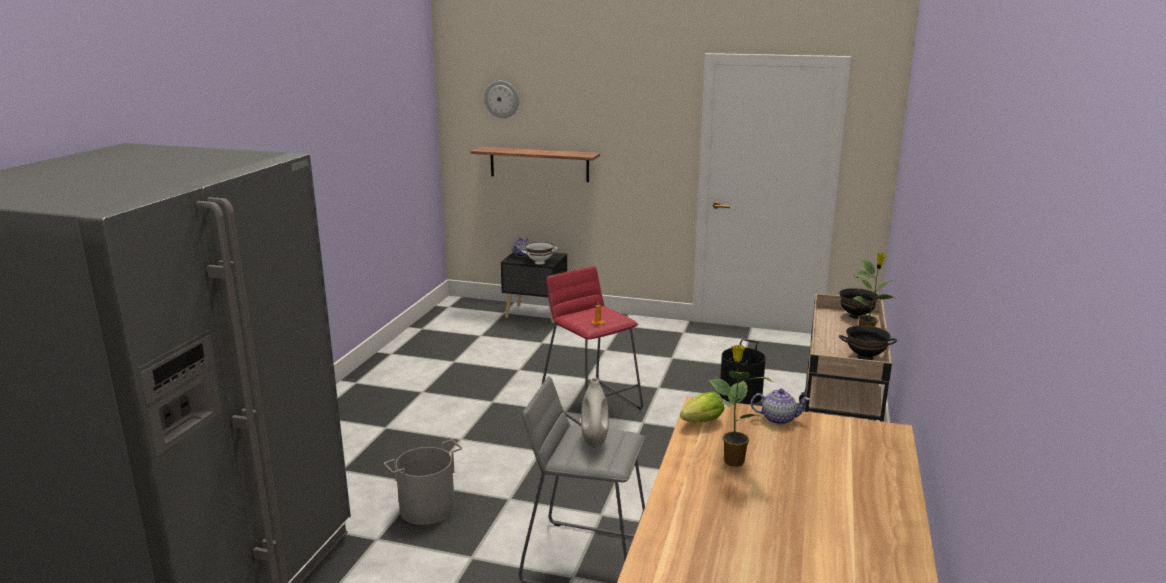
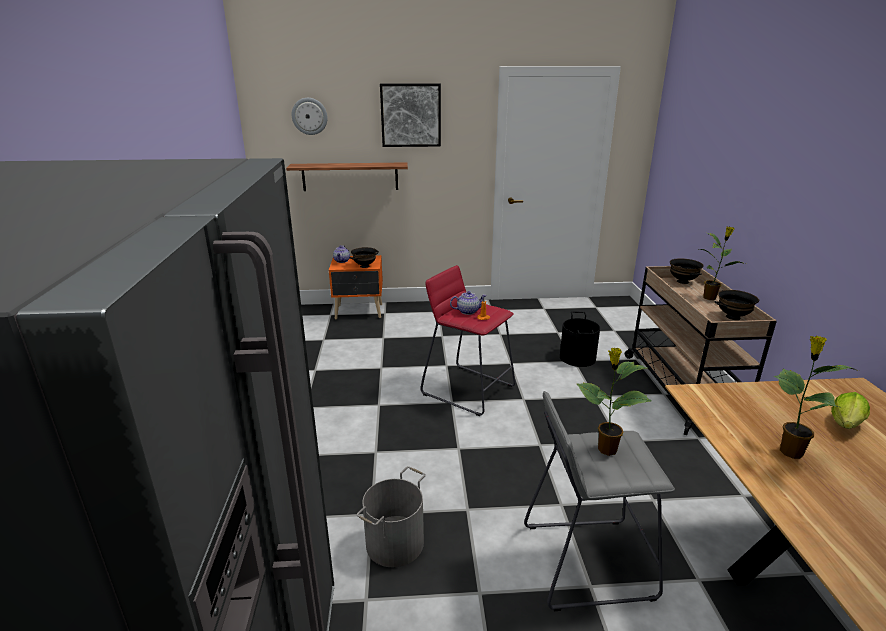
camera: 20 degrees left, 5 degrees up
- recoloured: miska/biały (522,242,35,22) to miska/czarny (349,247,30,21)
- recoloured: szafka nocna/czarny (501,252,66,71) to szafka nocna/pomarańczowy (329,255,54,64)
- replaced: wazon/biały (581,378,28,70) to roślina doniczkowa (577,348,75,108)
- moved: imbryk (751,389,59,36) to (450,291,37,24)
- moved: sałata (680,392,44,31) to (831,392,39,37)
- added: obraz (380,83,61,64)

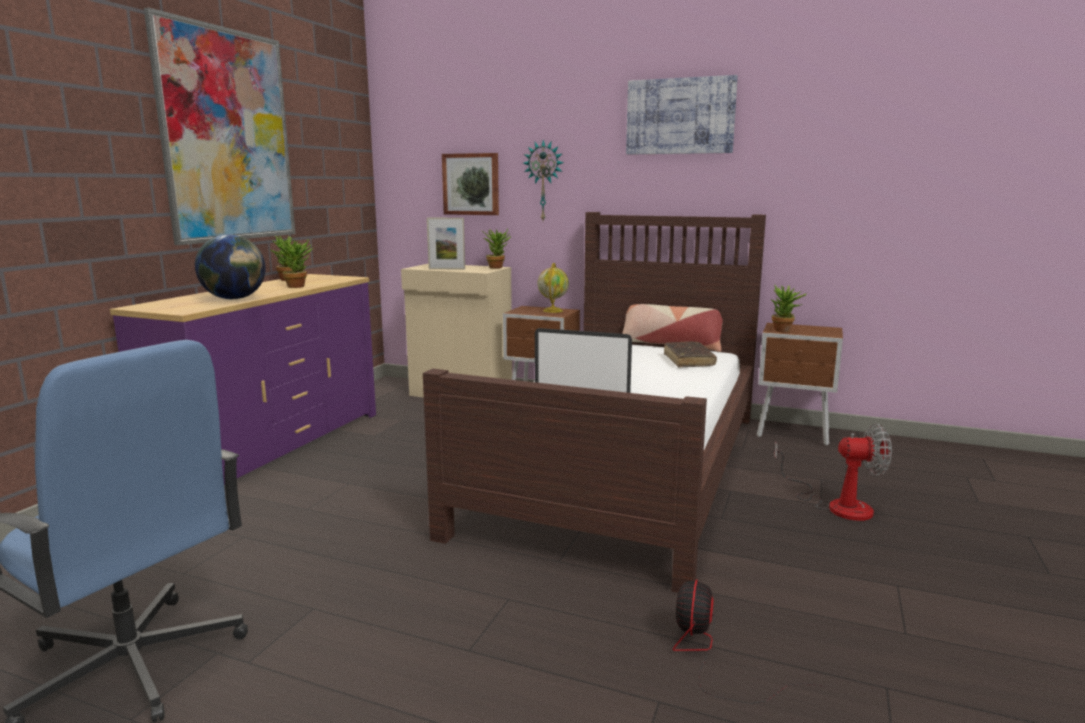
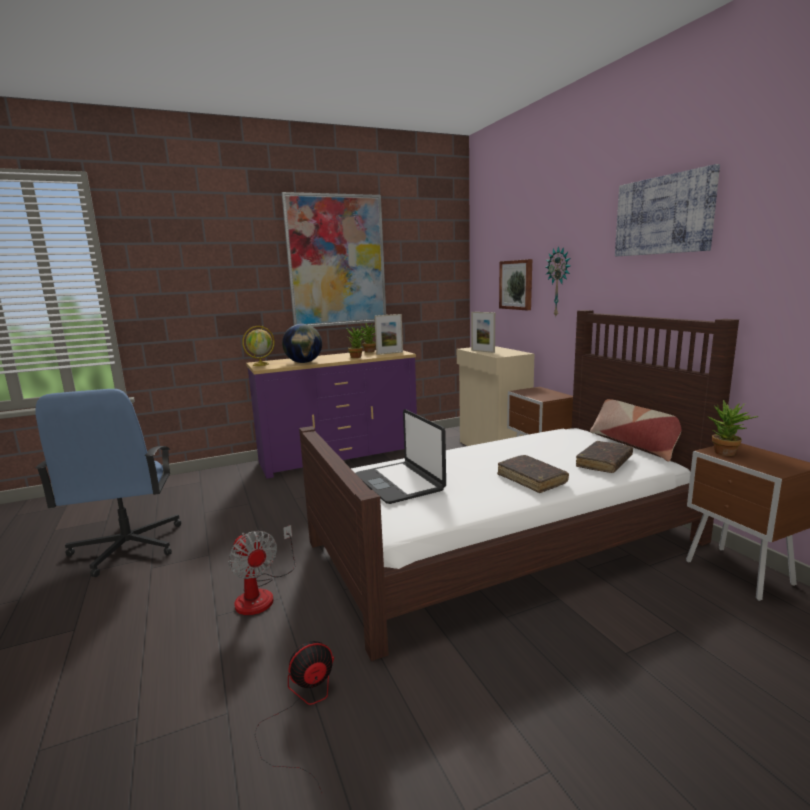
camera: 45 degrees right, 0 degrees up
- removed: roślina doniczkowa (484,229,27,40)
- moved: globus (538,263,31,50) to (242,326,33,40)
- moved: wentylator (774,424,118,97) to (228,525,68,90)
- added: ramka na zdjęcie (374,314,29,41)
- added: książka/brązowy (497,455,72,38)

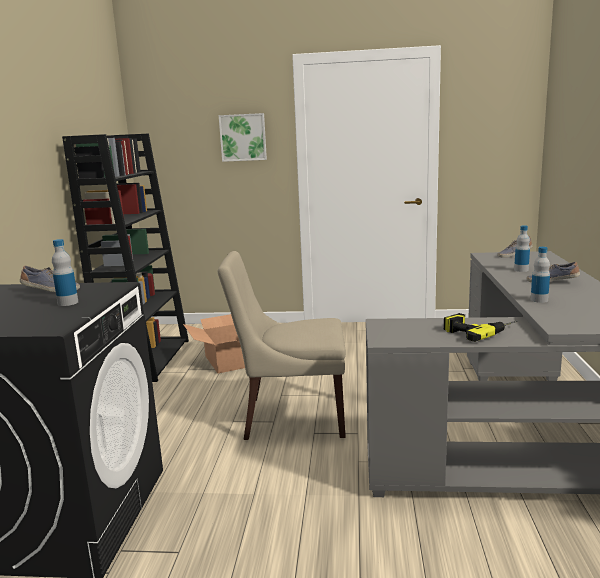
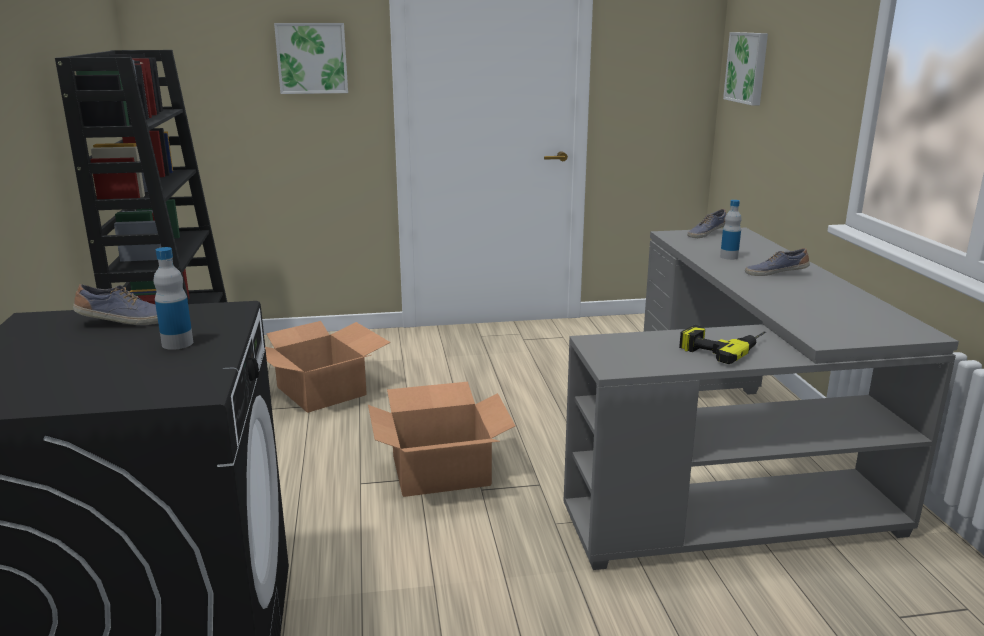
camera: 15 degrees left, 5 degrees up
- removed: butelka (531,247,19,56)
- replaced: krzesło/beżowy (218,251,128,189) to karton (368,382,147,115)
- added: obraz (723,32,45,74)

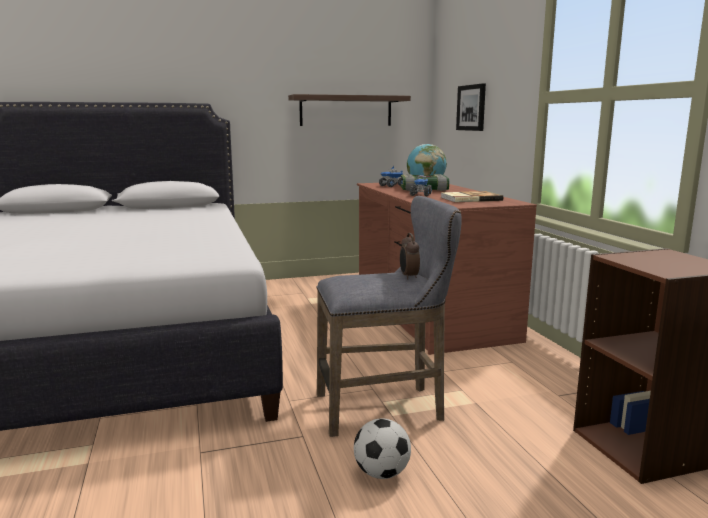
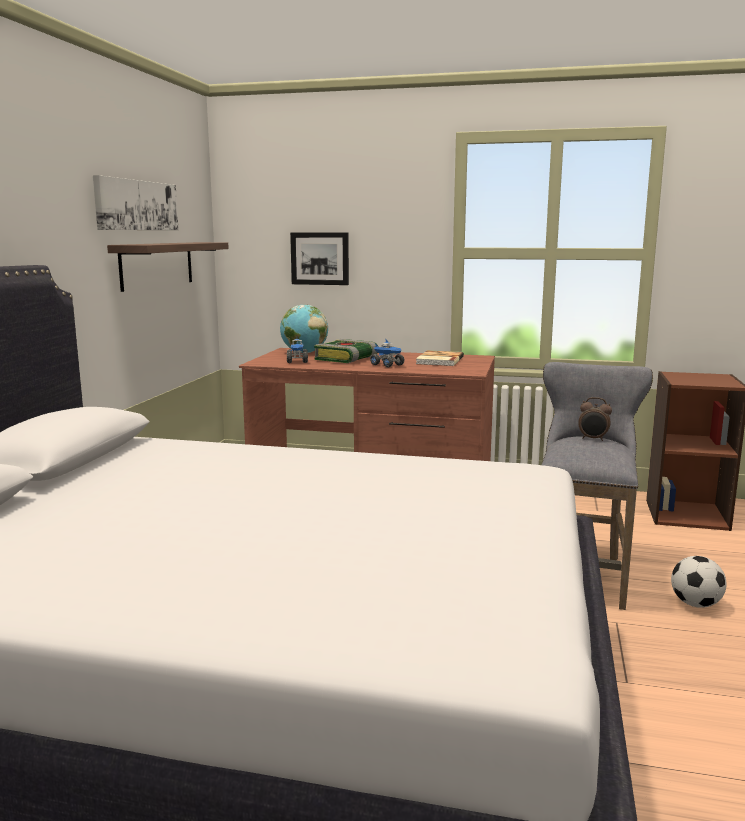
camera: 60 degrees left, 0 degrees up
- added: obraz (93,175,86,55)

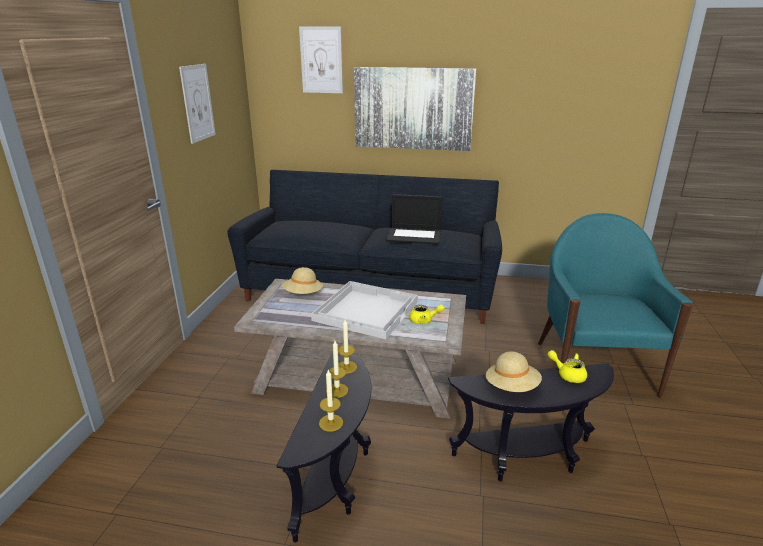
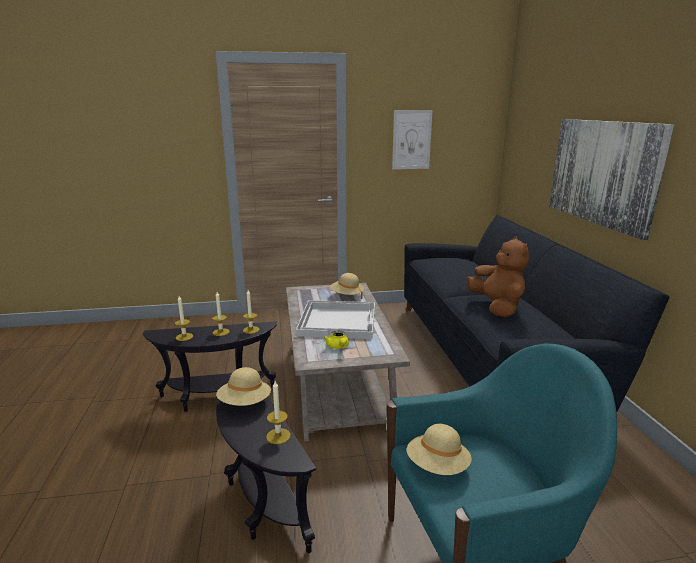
camera: 70 degrees right, 5 degrees down
- removed: obraz (299,26,44,67)
- replaced: laptop (387,194,55,51) to pluszak/brązowy (467,236,62,82)
- replaced: imbryk/żółty (548,350,39,33) to świeca (266,381,24,63)
- added: kapelusz/beżowy (407,424,65,51)

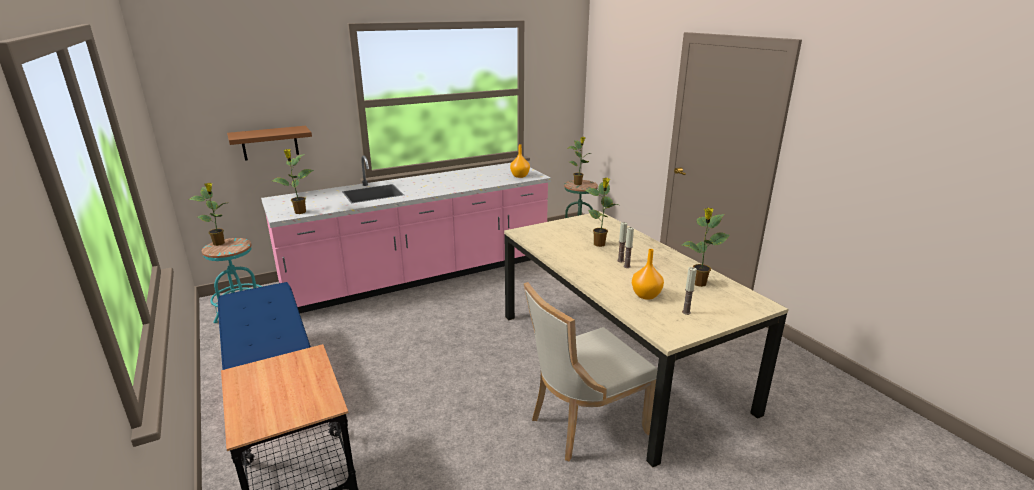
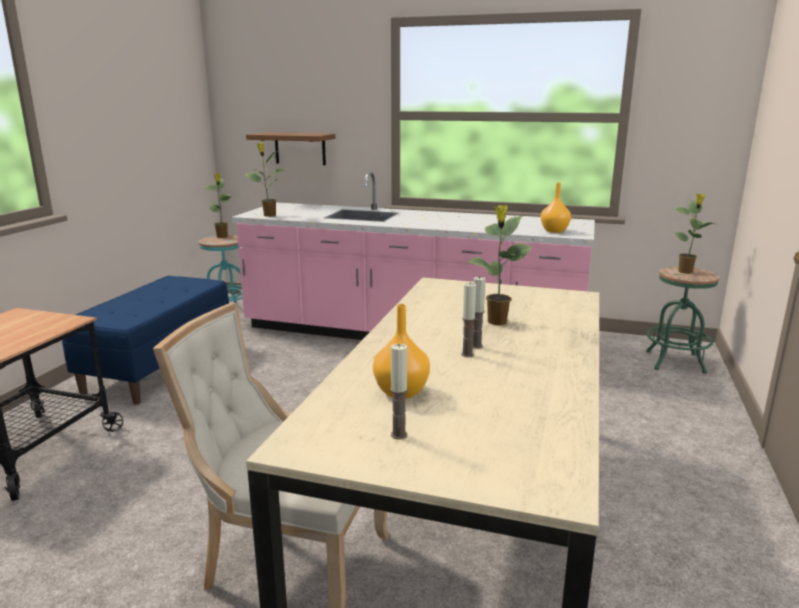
camera: 45 degrees right, 5 degrees down
- removed: roślina doniczkowa (682,208,47,79)

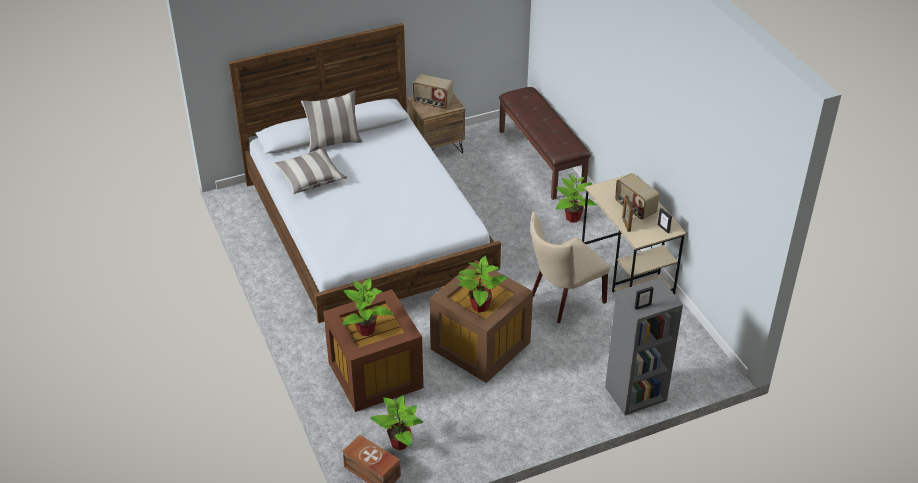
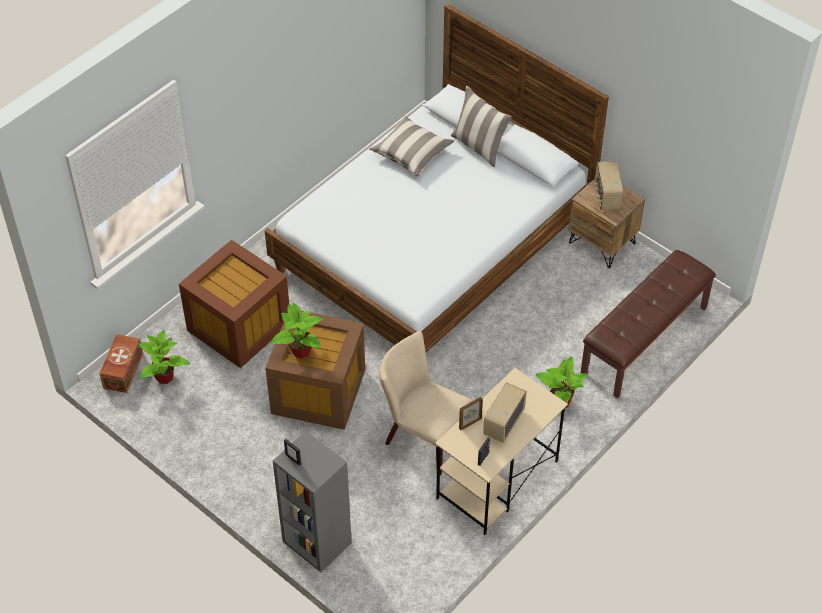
camera: 65 degrees right, 10 degrees up
- removed: roślina doniczkowa (343,278,51,58)

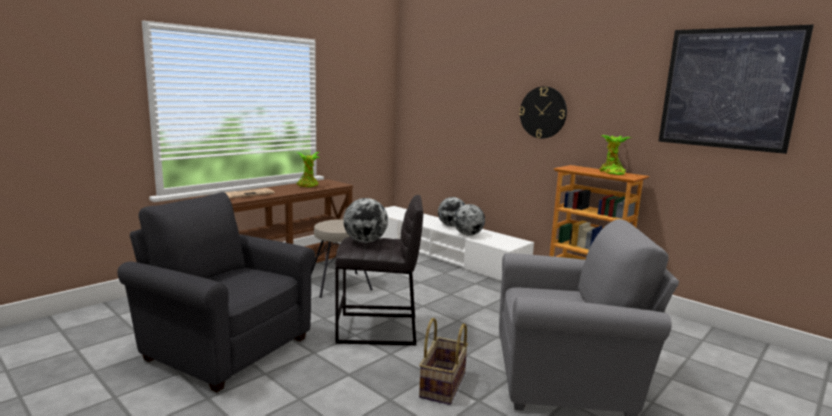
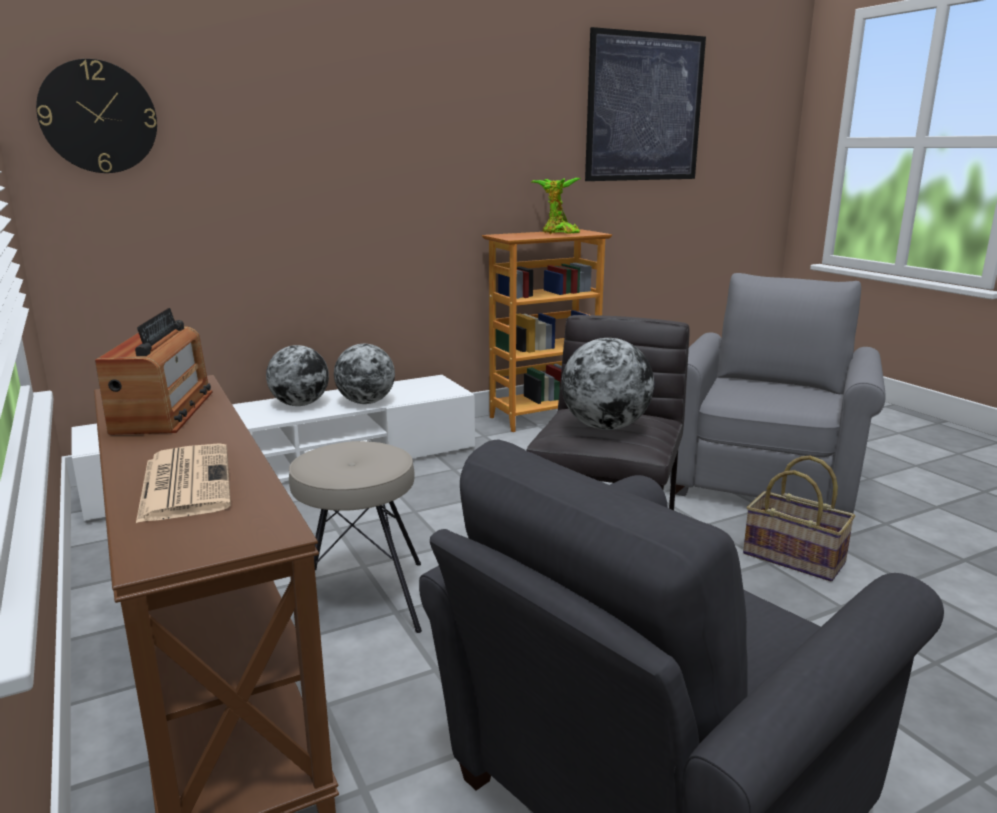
camera: 70 degrees left, 5 degrees up
- moved: zegar ścienny (519,86,48,53) to (36,59,121,114)
- replaced: roślina doniczkowa (296,152,24,35) to radio (95,308,118,127)

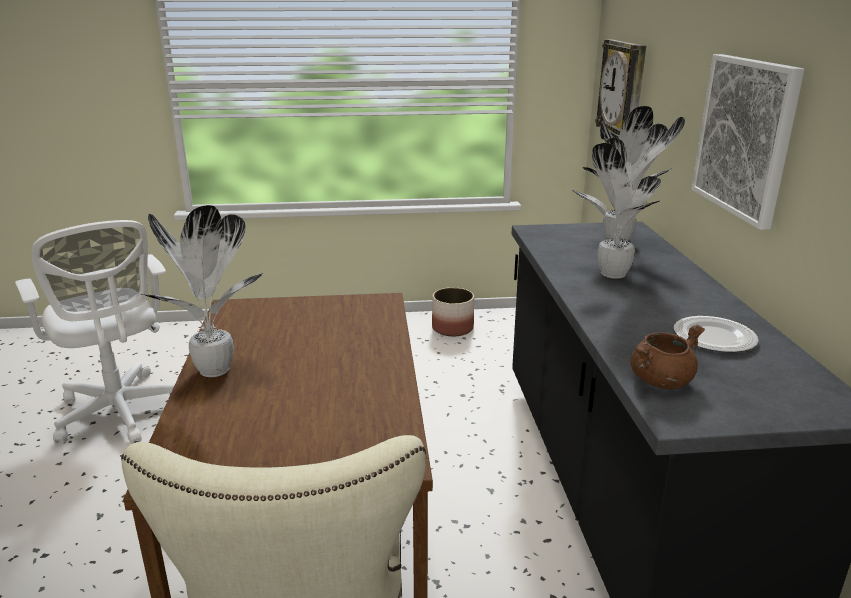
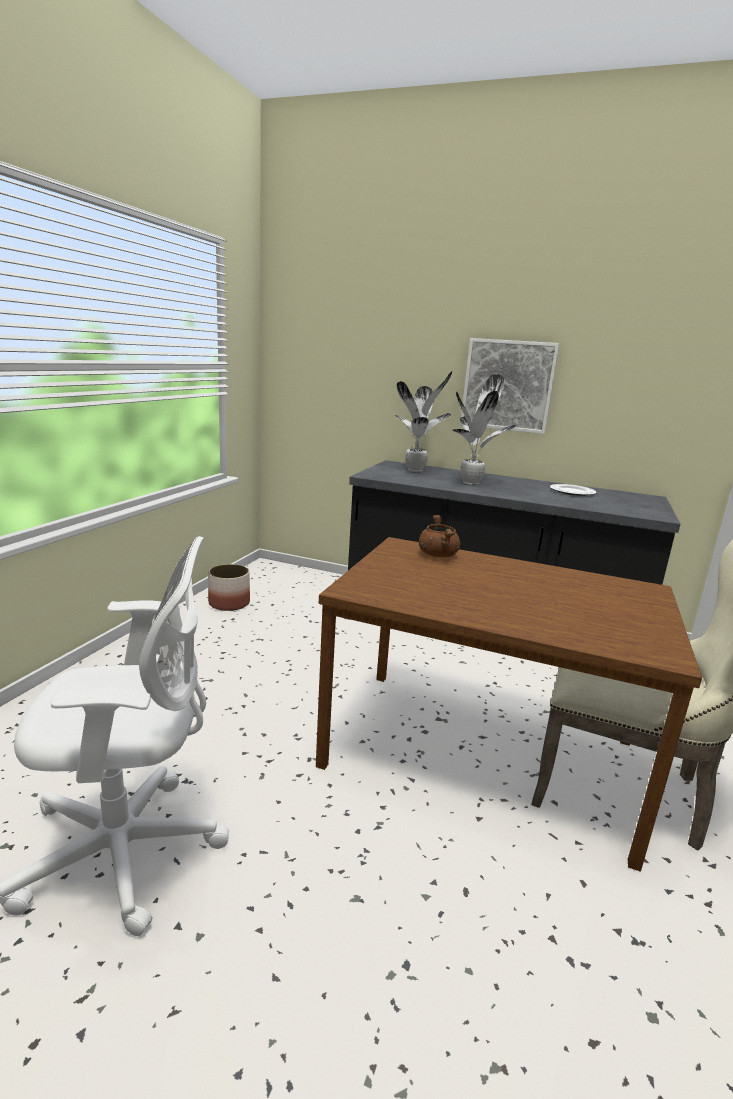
camera: 65 degrees left, 5 degrees down
- removed: zegar ścienny (595,40,51,101)
- removed: roślina doniczkowa (140,205,123,172)
- moved: garnek/brązowy (630,324,75,65) to (419,515,41,42)

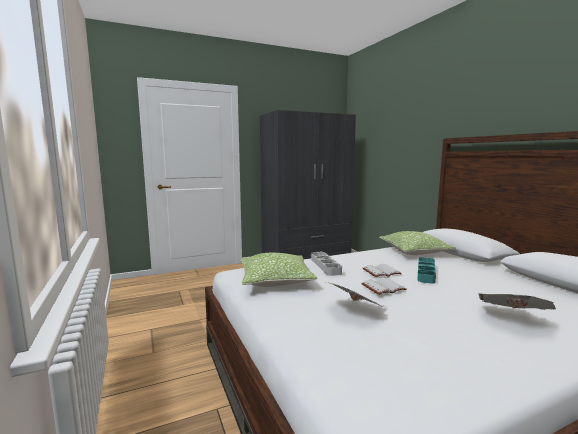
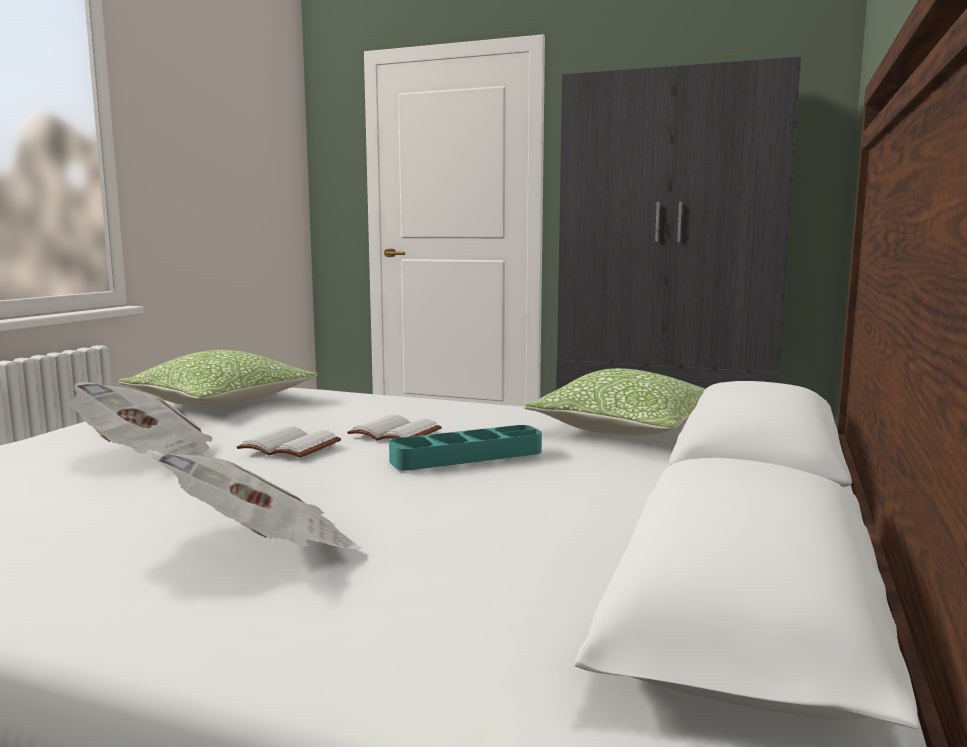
camera: 45 degrees right, 0 degrees up
- removed: taca/szary (311,252,31,24)

